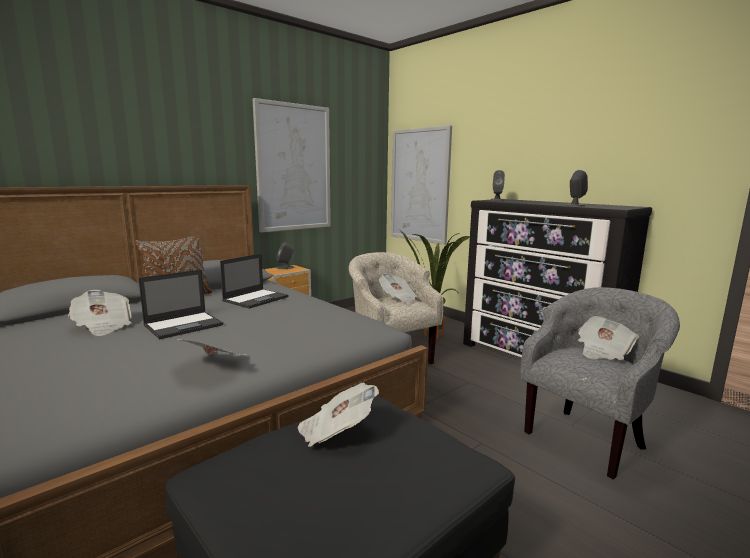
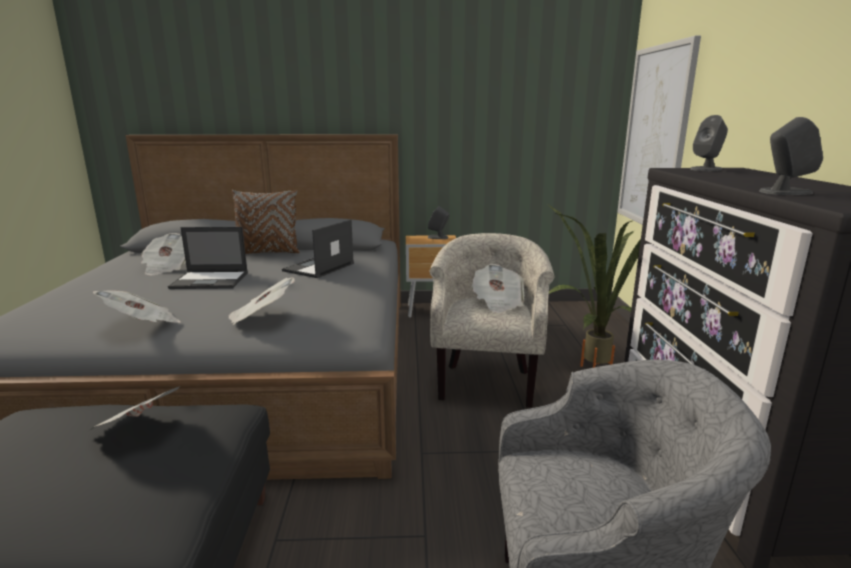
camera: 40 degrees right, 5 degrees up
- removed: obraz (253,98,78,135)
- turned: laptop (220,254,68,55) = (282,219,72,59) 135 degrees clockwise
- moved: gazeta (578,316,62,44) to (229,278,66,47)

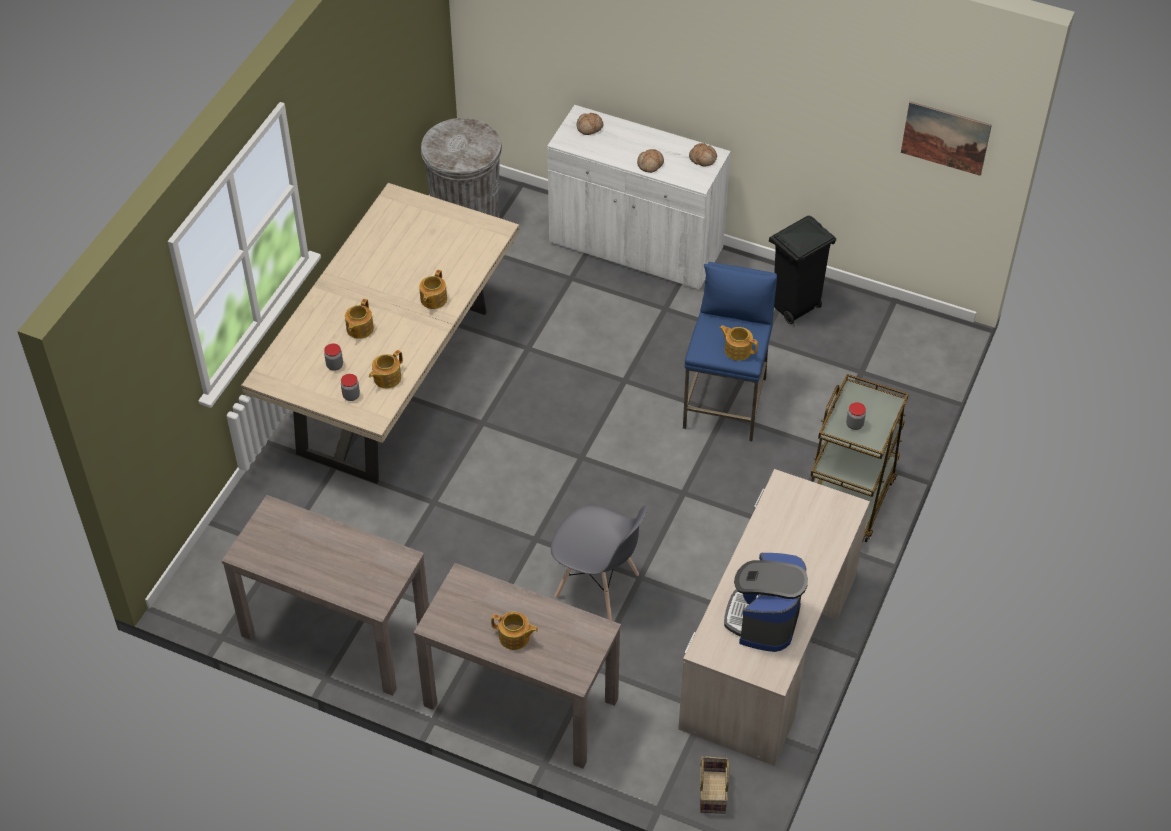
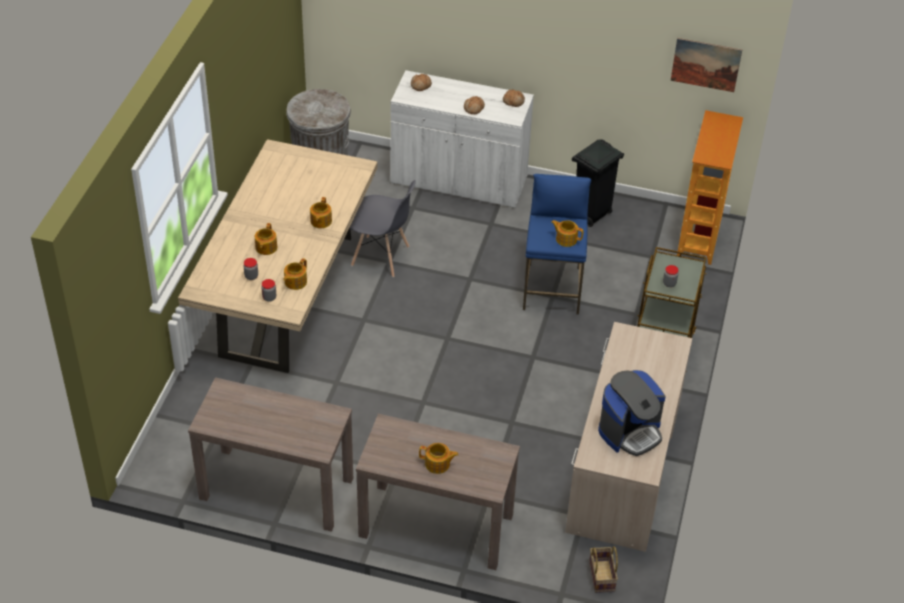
camera: 10 degrees left, 5 degrees down
- moved: krzesło/szary (551,505,97,116) to (350,180,66,97)
- turned: ekspres do kawy (724,553,84,99) = (598,370,68,86) 135 degrees counterclockwise
- added: regał (677,110,66,155)

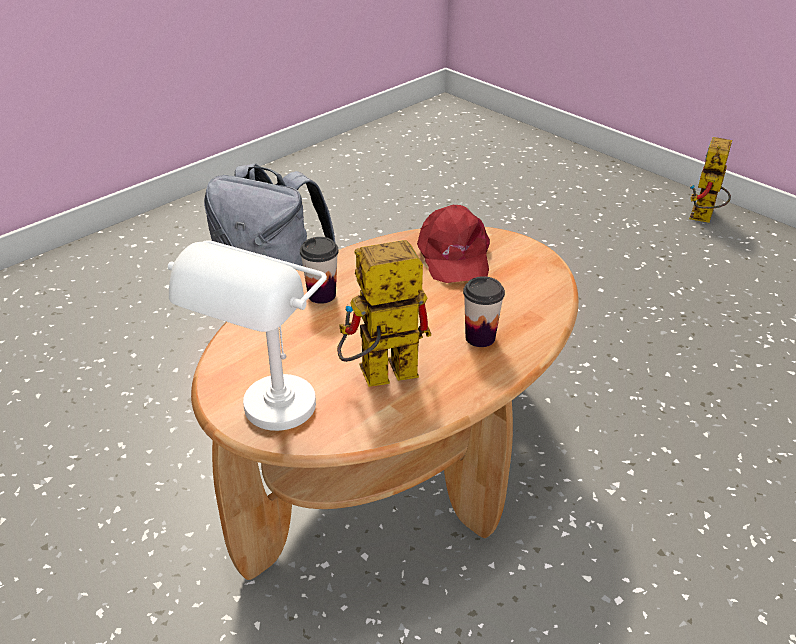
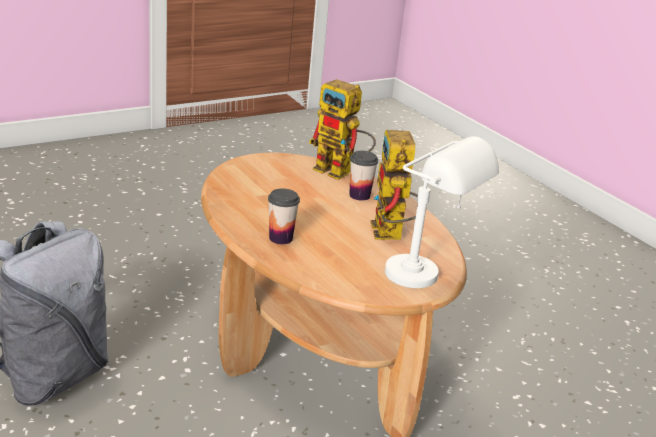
camera: 80 degrees left, 10 degrees down
- moved: robot zabawkowy (689,137,43,86) to (309,79,67,101)
- removed: czapka z daszkiem/czerwony (417,205,73,78)

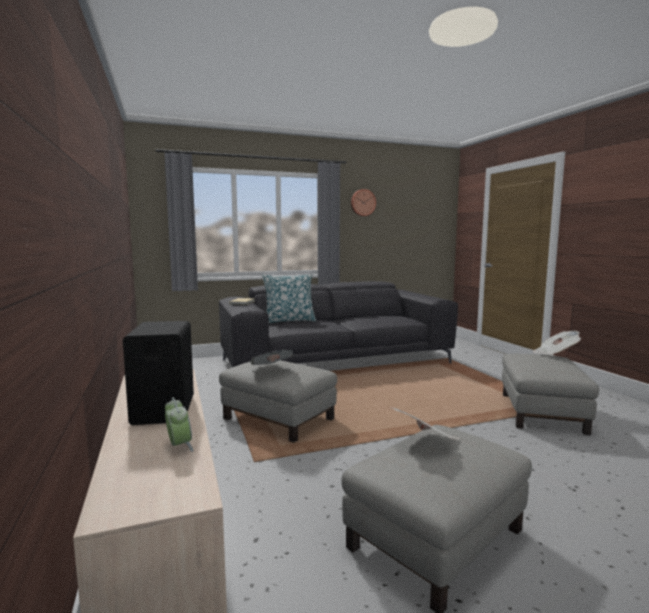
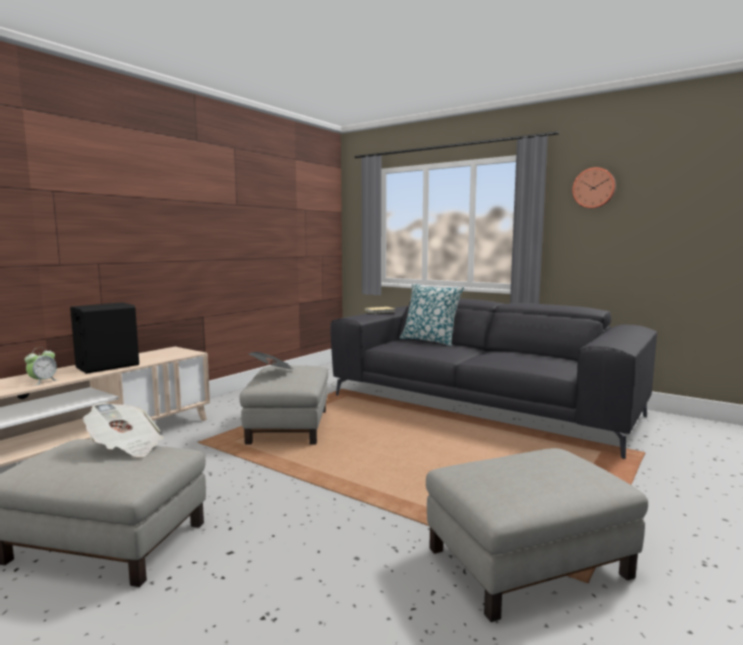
camera: 55 degrees right, 0 degrees up
- removed: gazeta (533,331,48,24)

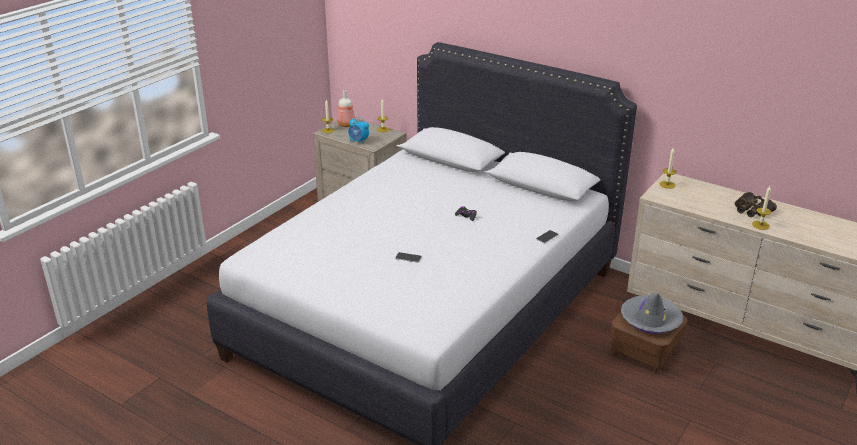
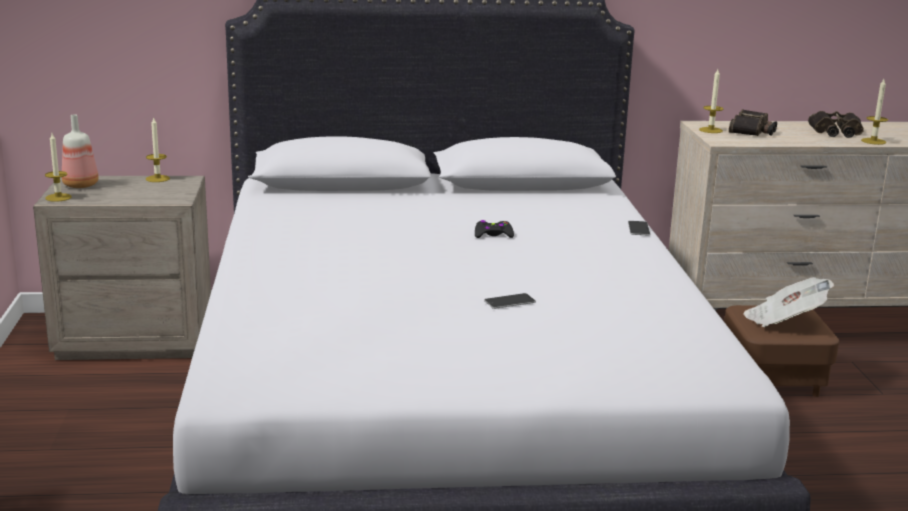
camera: 40 degrees left, 10 degrees down
- removed: budzik (348,117,21,27)
- replaced: kapelusz/szary (621,293,62,41) to gazeta (743,277,91,50)
- added: lornetka (729,109,48,27)

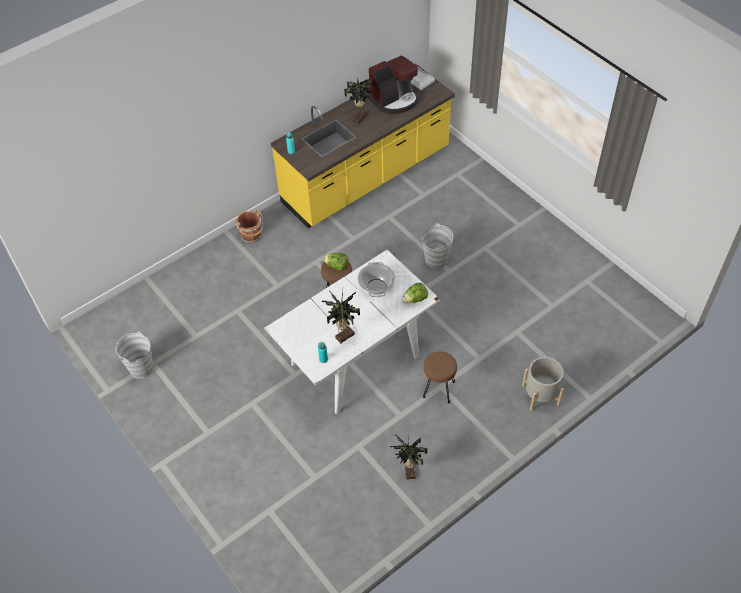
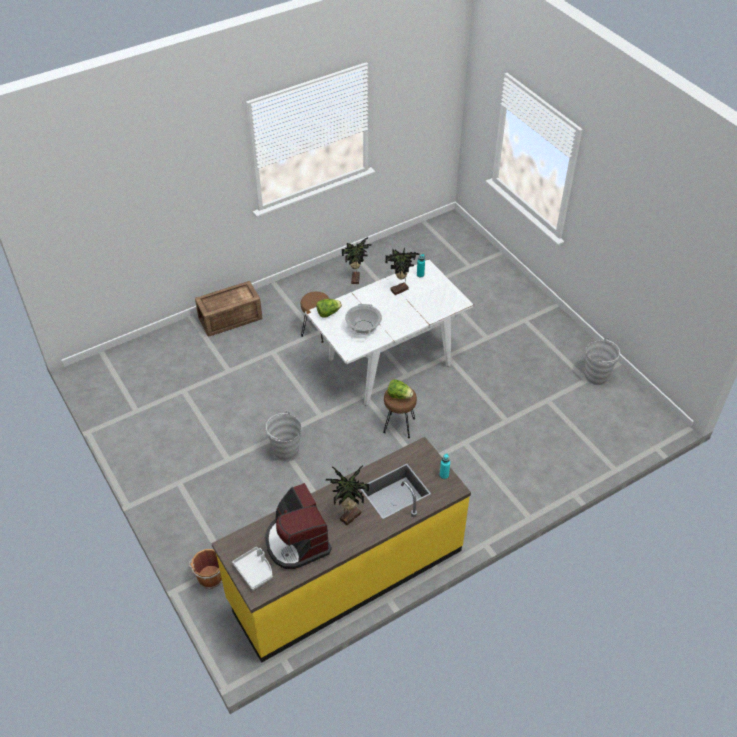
camera: 175 degrees left, 5 degrees down
- turned: ekspres do kawy (368,56,51,58) = (266,483,65,86) 90 degrees counterclockwise
- moved: wiadro/brązowy (235,210,28,33) to (189,549,33,40)
- replaced: donica/szary (522,357,42,54) to skrzynka (195,281,67,56)

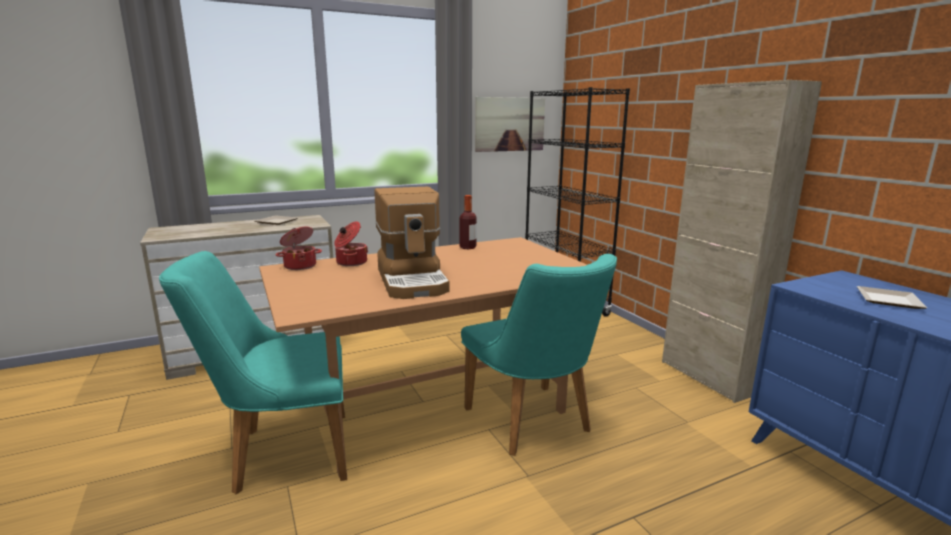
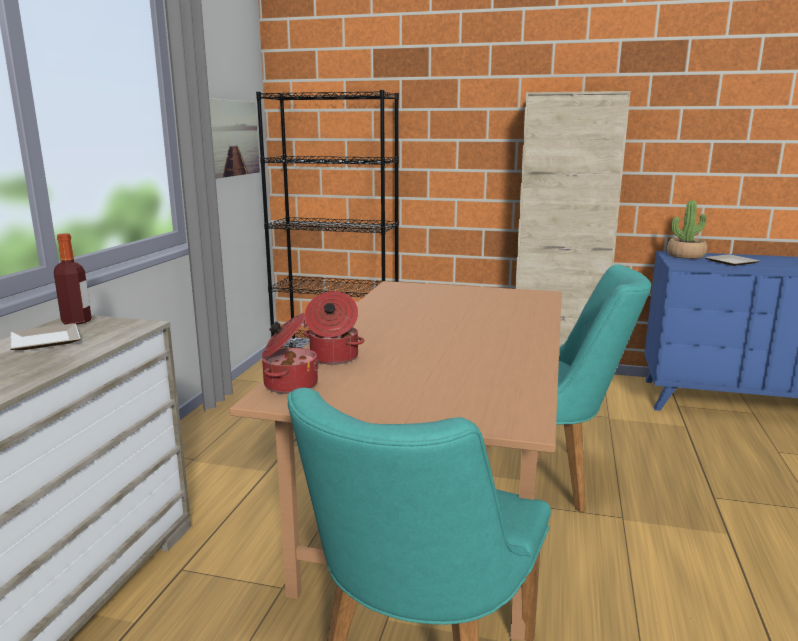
camera: 50 degrees left, 0 degrees up
- removed: ekspres do kawy (374,187,76,112)
- moved: butelka (459,195,18,54) to (53,233,39,92)
- added: roślina doniczkowa (667,200,40,59)

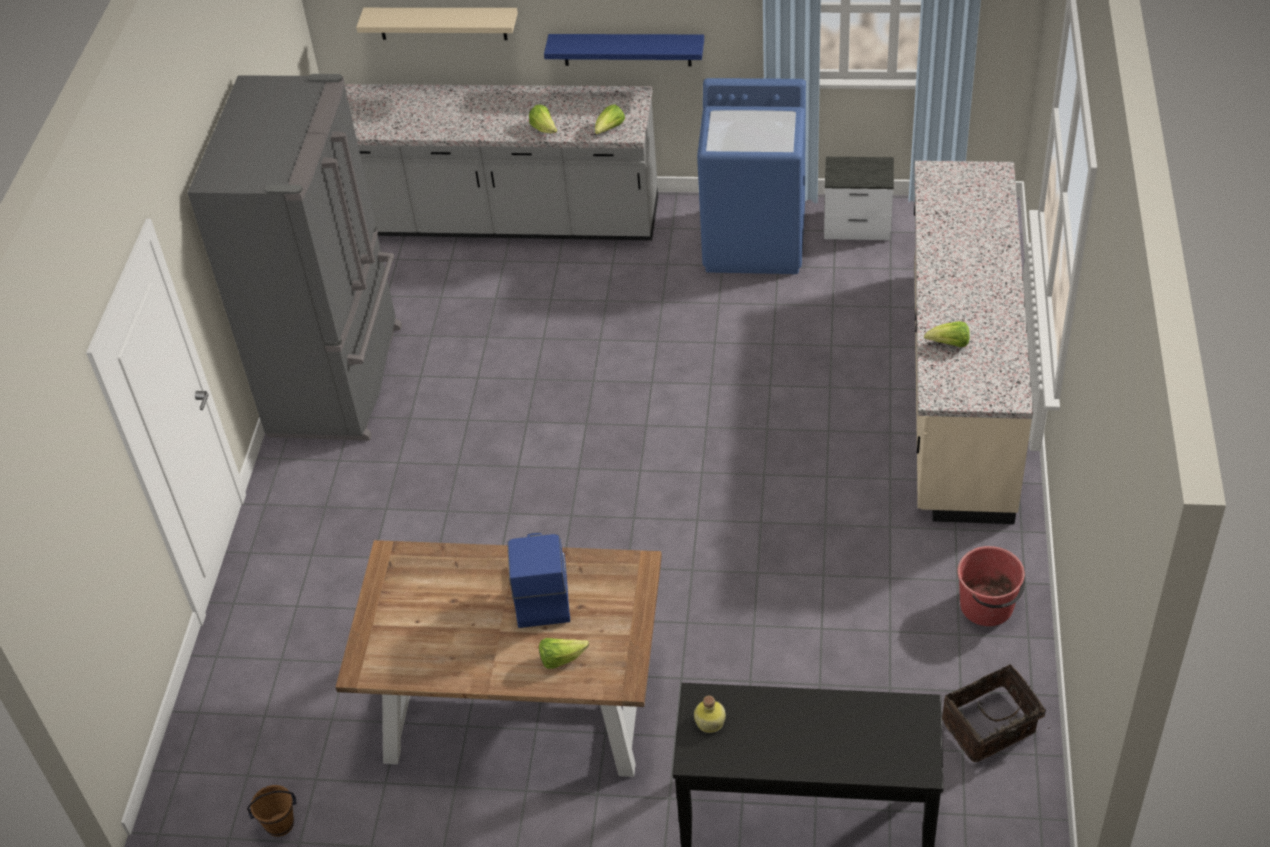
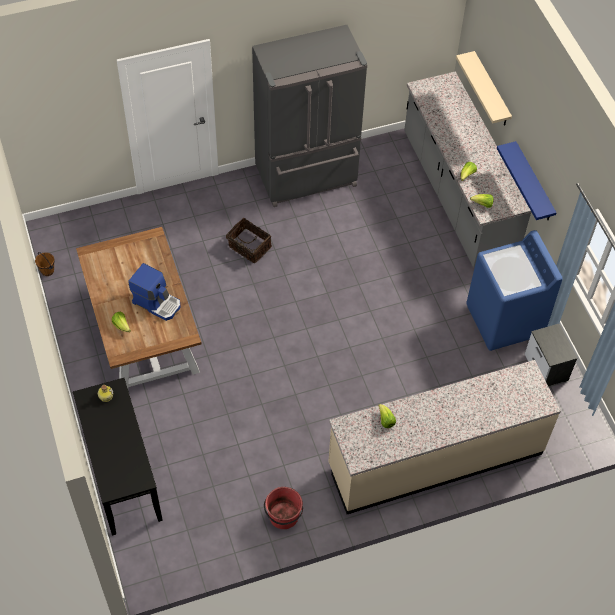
camera: 60 degrees right, 10 degrees up
- turned: ekspres do kawy (507,532,63,96) = (128,263,53,58) 60 degrees clockwise
- moved: koszyk (942,664,108,98) to (226,217,46,46)

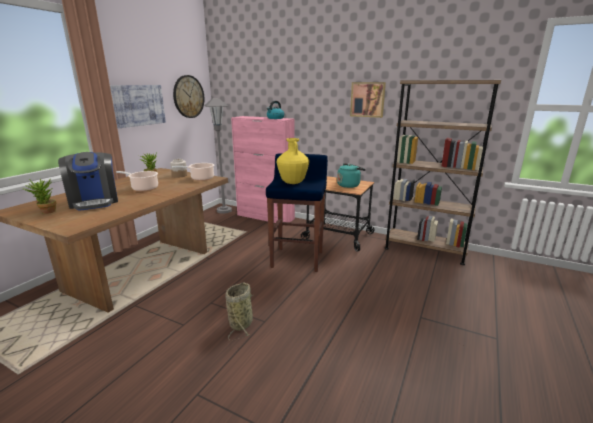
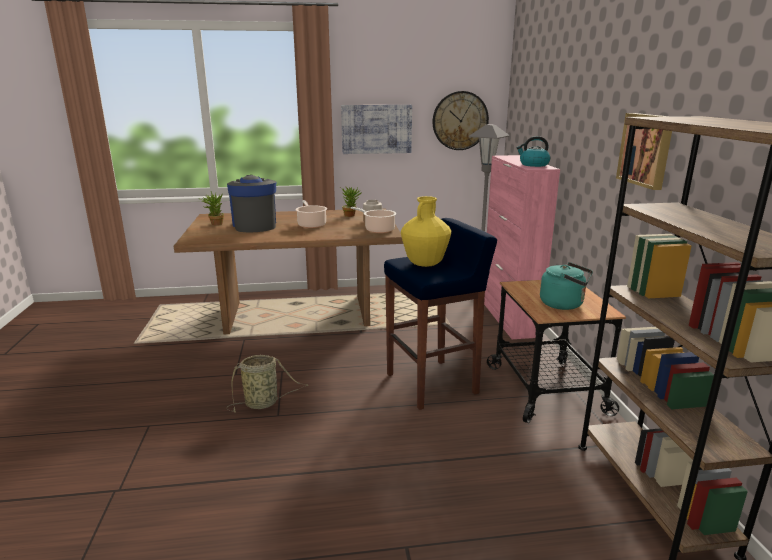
camera: 55 degrees right, 0 degrees up
- turned: ekspres do kawy (58,152,60,59) = (227,175,49,57) 135 degrees clockwise

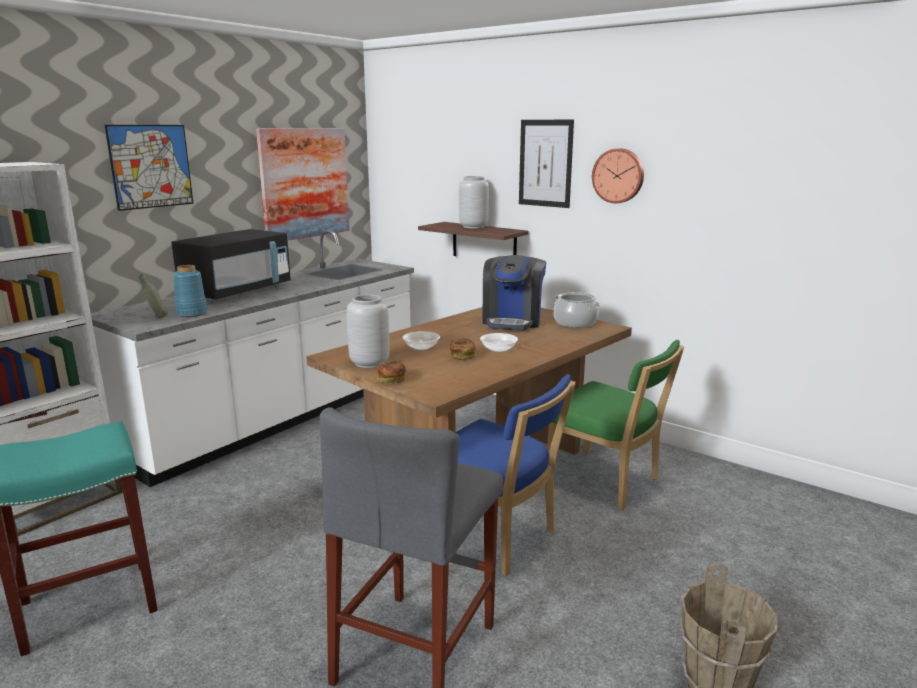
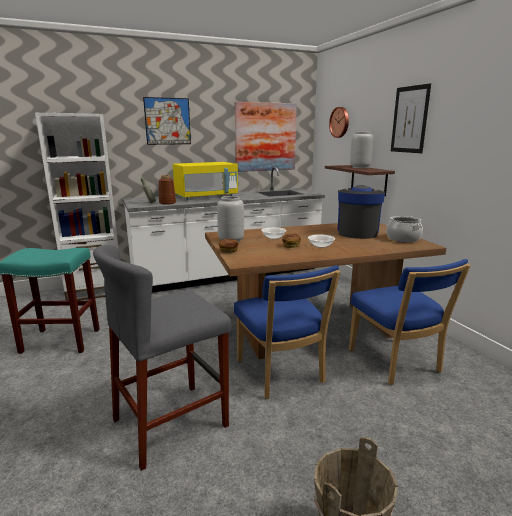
camera: 30 degrees right, 0 degrees up
- moved: zegar ścienny (592,148,52,55) to (329,107,20,31)
- recoloured: mikrofalówka/czarny (171,229,120,73) to mikrofalówka/żółty (173,162,65,38)
- turned: ekspres do kawy (482,255,65,76) = (338,185,47,54) 150 degrees clockwise
- recoloured: wazon/niebieski (173,265,35,52) to wazon/brązowy (159,175,17,30)
- recoloured: krzesło/zielony (547,340,137,170) to krzesło/niebieski (349,259,122,126)

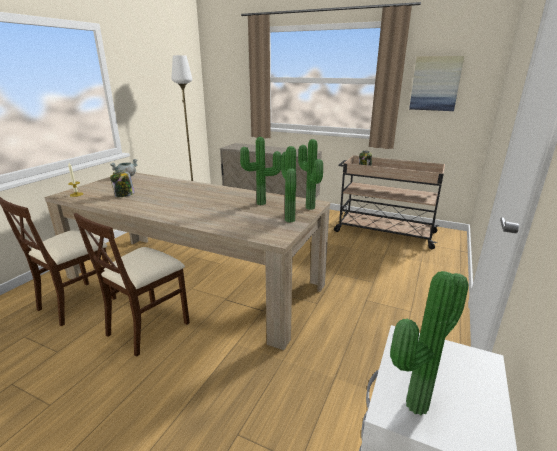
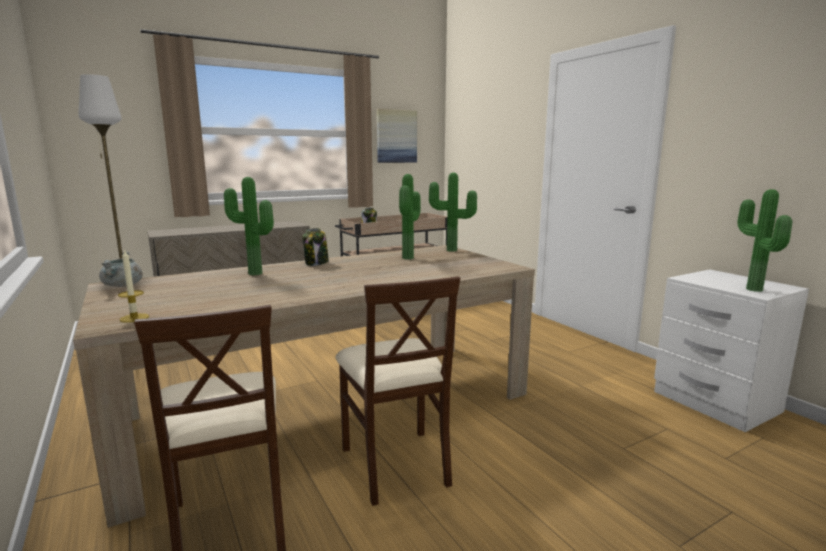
camera: 55 degrees left, 10 degrees down
- moved: roślina doniczkowa (281,146,15,76) to (224,177,50,98)
- moved: słoik (110,170,25,27) to (302,228,27,38)

